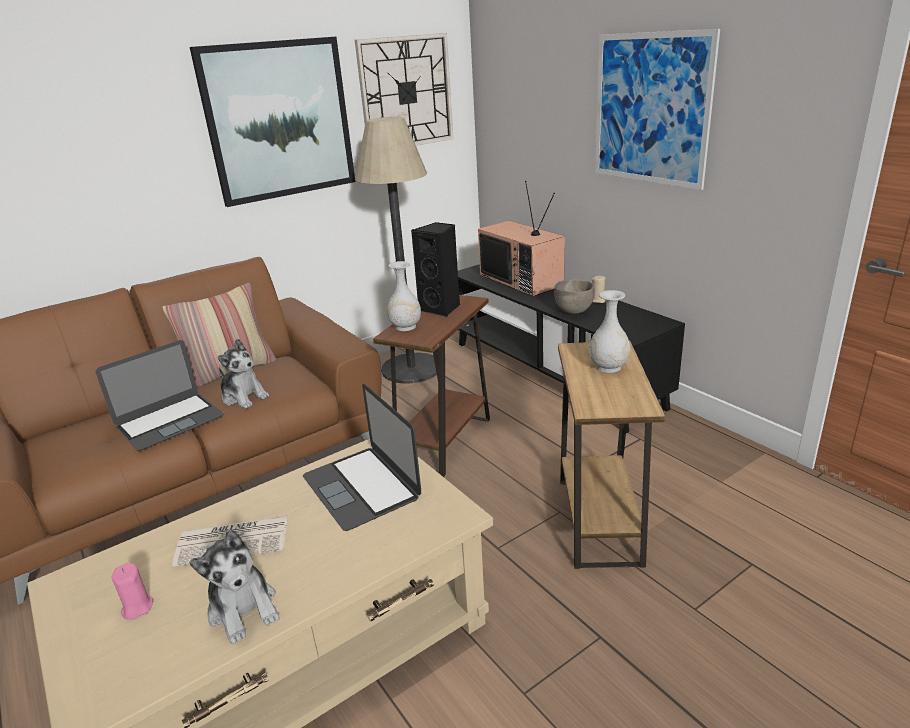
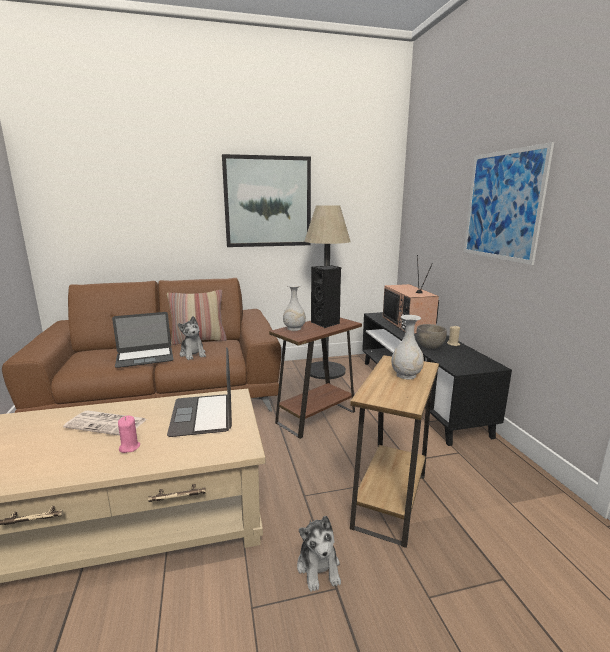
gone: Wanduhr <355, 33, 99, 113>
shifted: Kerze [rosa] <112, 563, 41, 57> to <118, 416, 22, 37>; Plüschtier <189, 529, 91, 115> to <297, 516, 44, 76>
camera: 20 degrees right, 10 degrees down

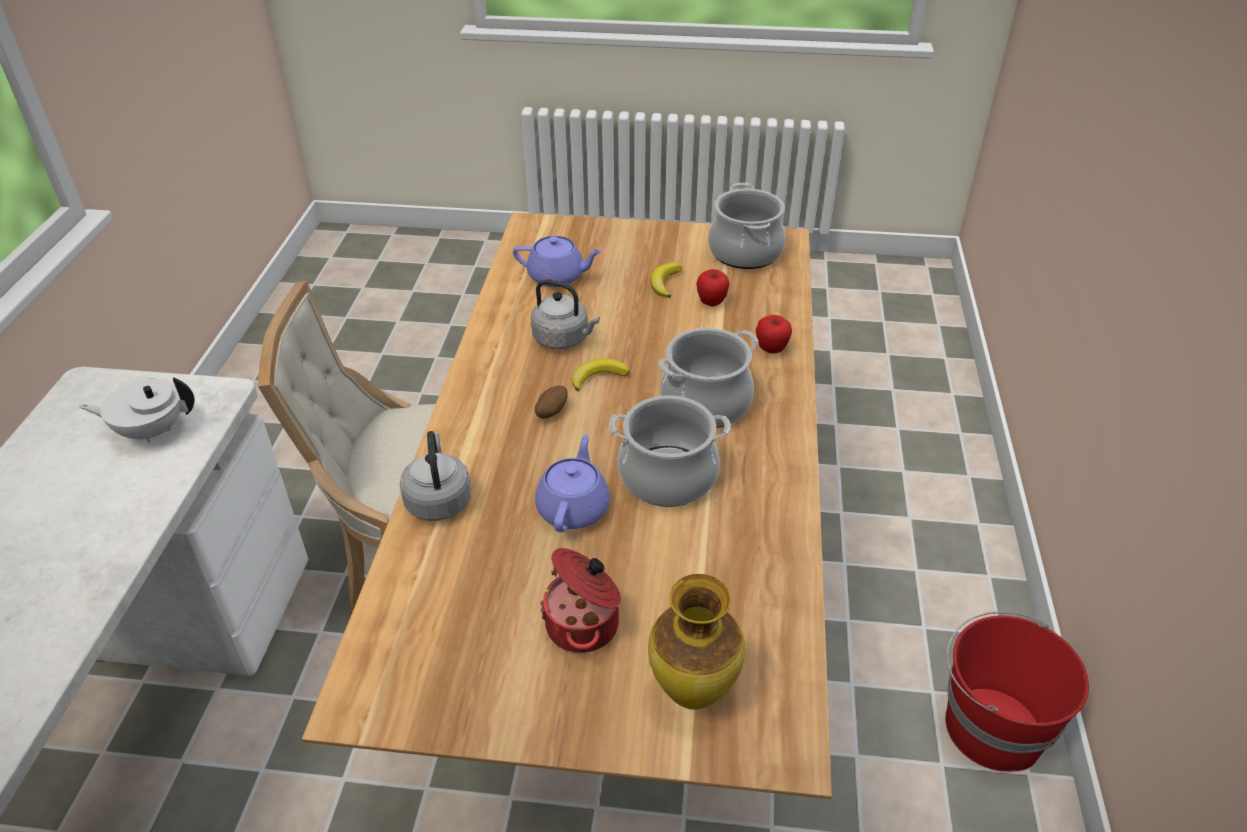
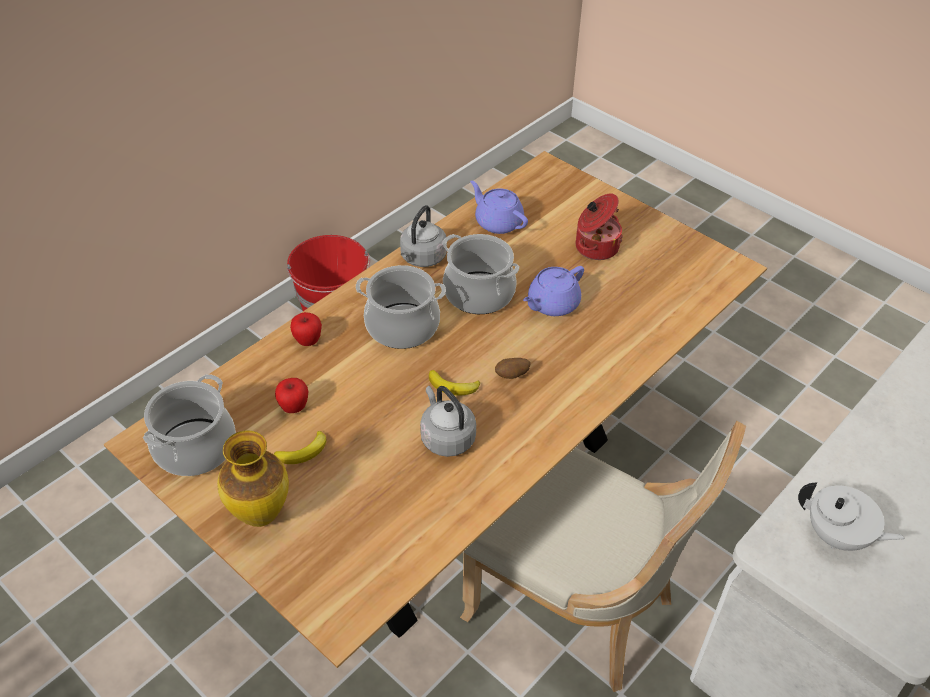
shifted: Wasserkessel [grau] <400, 431, 71, 90> to <400, 205, 47, 62>; Teekanne [lila] <513, 236, 89, 51> to <470, 181, 58, 53>; Vase <648, 574, 97, 136> to <217, 431, 72, 96>
camera: 145 degrees left, 5 degrees up

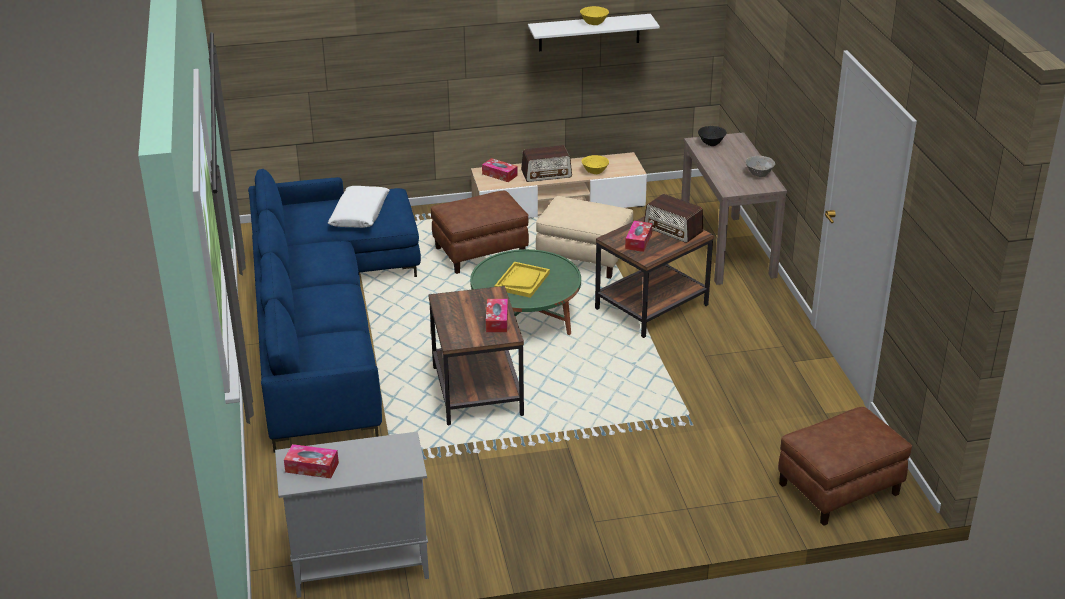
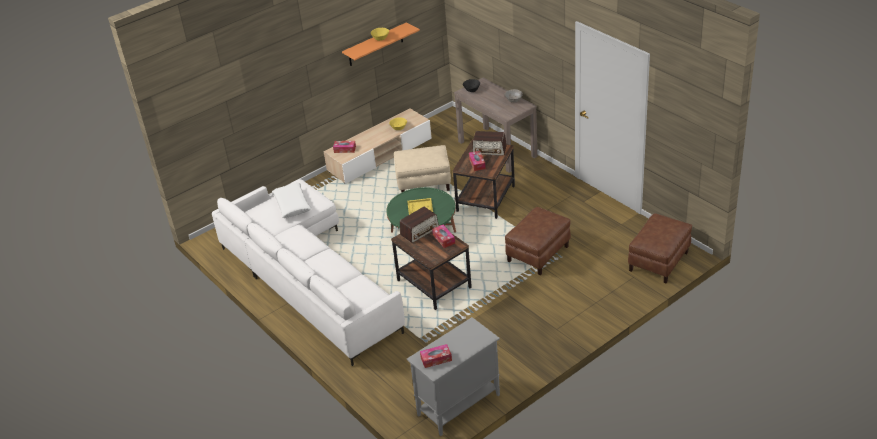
shifted: Polsterhocker [braun] <431, 191, 98, 83> to <505, 207, 66, 68>; Radio <521, 145, 51, 37> to <400, 207, 39, 36>
repainted: Sofa [blau] <248, 169, 173, 284> to Sofa [weiß] <212, 179, 193, 187>; Wandregal [weiß] <528, 14, 132, 37> to Wandregal [orange] <342, 22, 78, 44>
camera: 25 degrees left, 5 degrees up

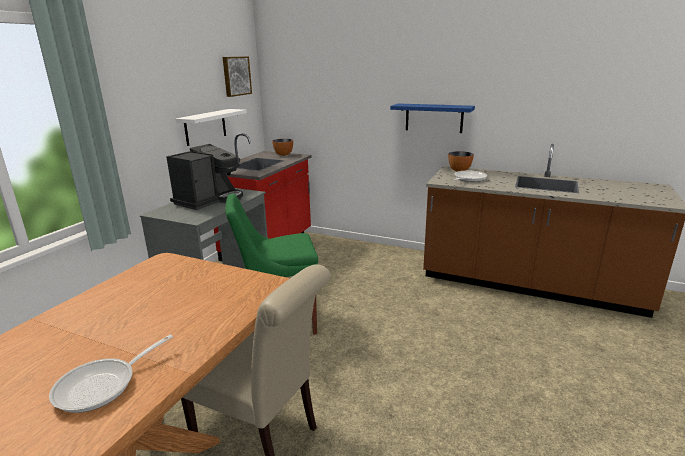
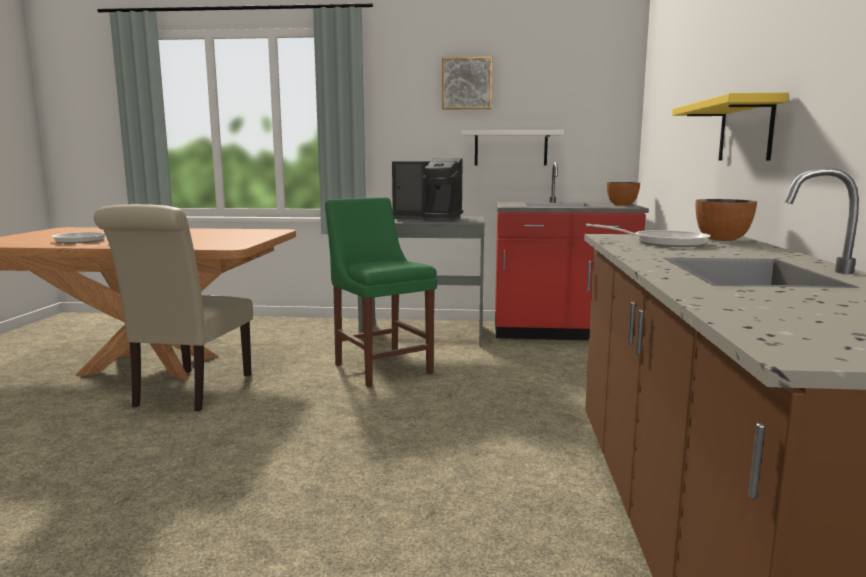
shifted: Bild <223, 56, 29, 41> to <442, 57, 50, 53>
repainted: Wandregal [blau] <390, 103, 85, 30> to Wandregal [gelb] <672, 93, 117, 68>
camera: 70 degrees right, 10 degrees down

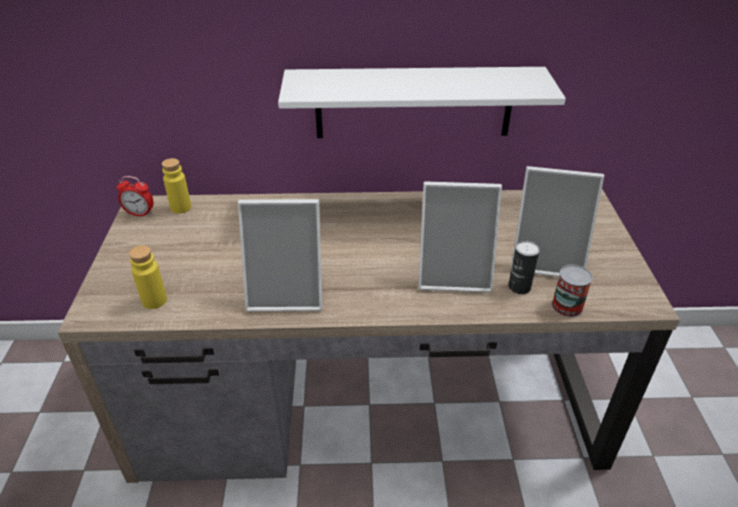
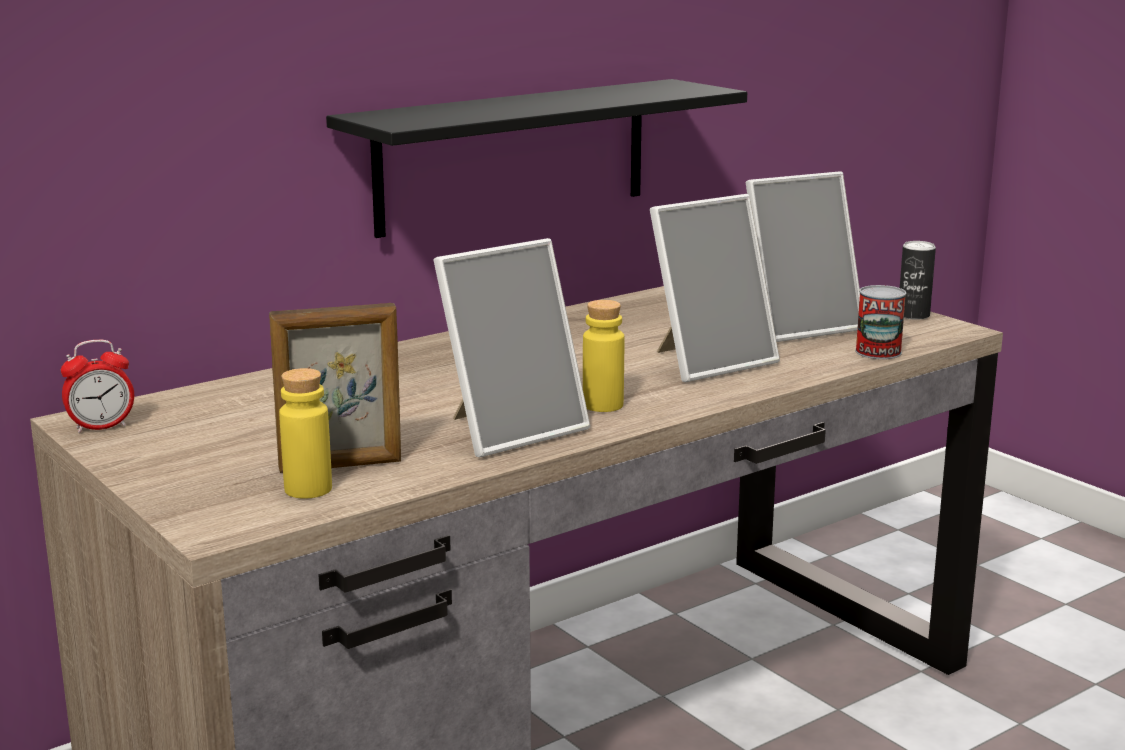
new: Bilderrahmen <269, 303, 132, 170>
shifted: Flasche [gelb] <162, 158, 29, 56> to <583, 300, 41, 112>; Dose <508, 241, 32, 53> to <900, 241, 36, 79>
repainted: Wandregal [weiß] <278, 67, 288, 71> to Wandregal [schwarz] <326, 79, 421, 159>
camera: 35 degrees left, 20 degrees down

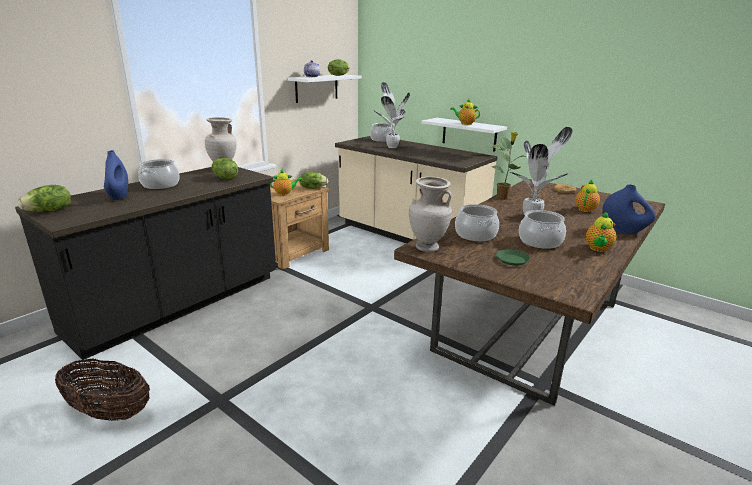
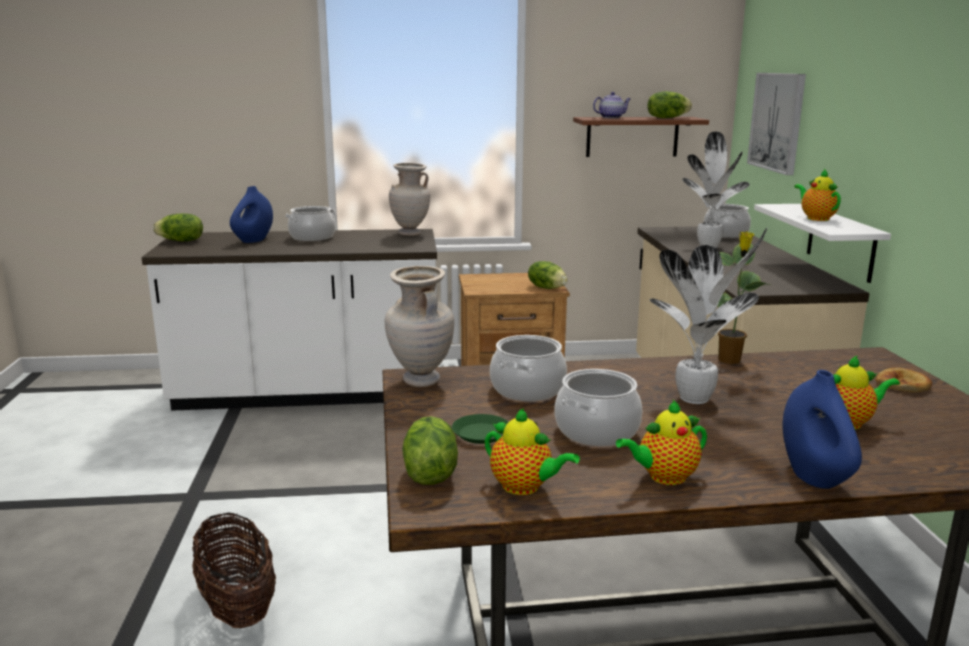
new: Bild <747, 73, 59, 102>
shifted: Korb <55, 359, 95, 62> to <192, 513, 84, 115>; Salatkopf <211, 158, 27, 21> to <402, 416, 56, 69>; Teekanne <270, 169, 32, 27> to <485, 408, 95, 87>
repainted: Küchenzeile [schwarz] <15, 167, 261, 193> to Küchenzeile [weiß] <142, 229, 295, 182>; Wandregal [weiß] <288, 74, 74, 29> to Wandregal [braun] <573, 117, 136, 40>
camera: 45 degrees right, 5 degrees down

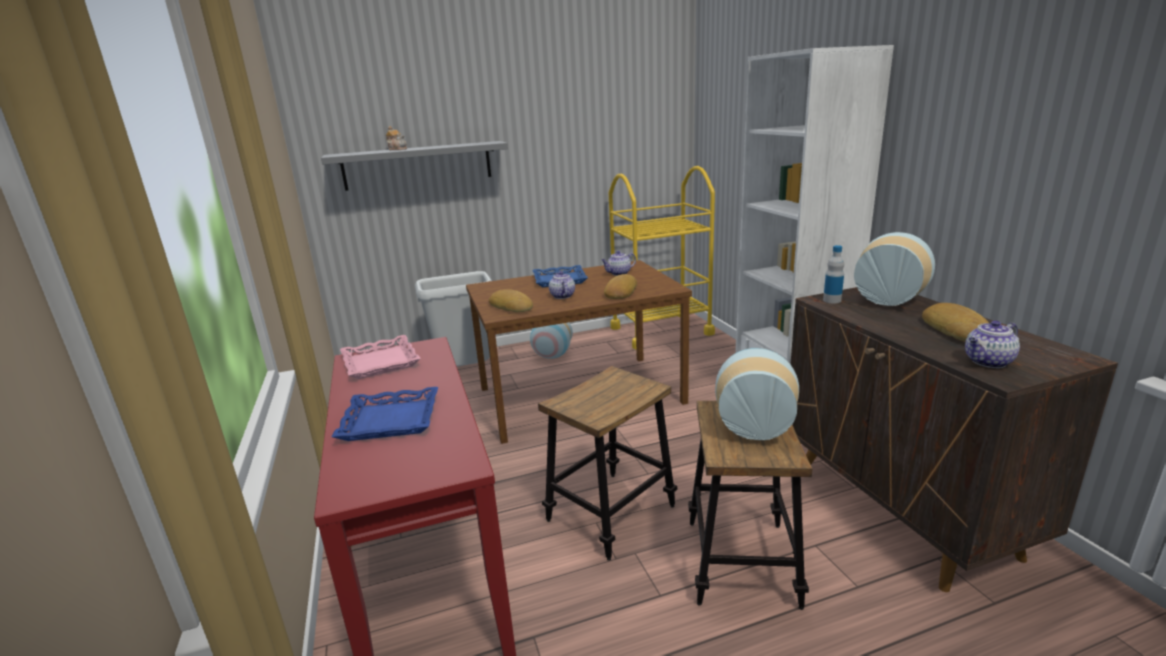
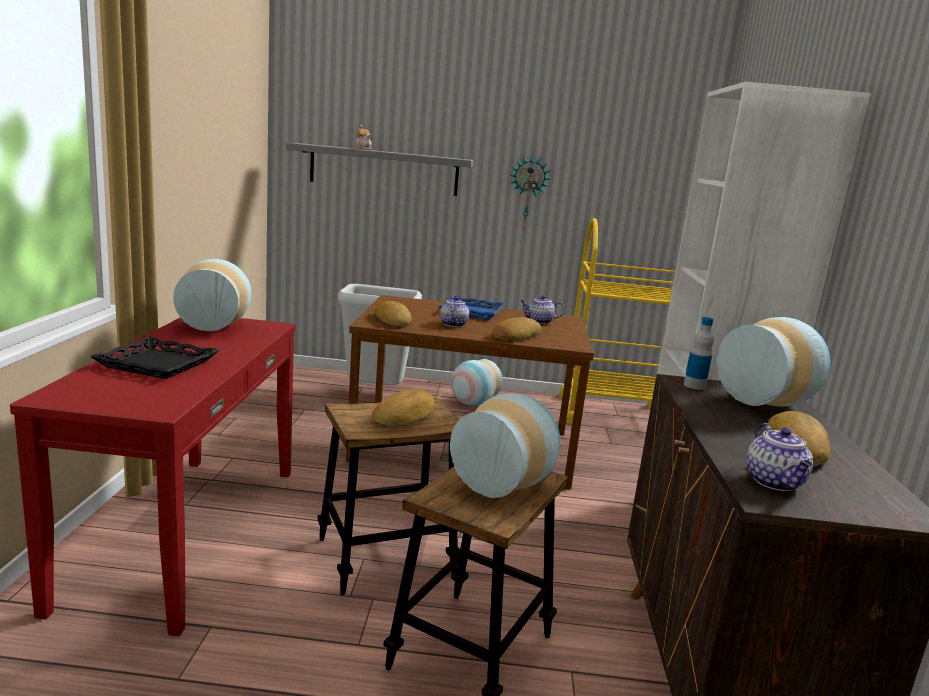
new: Brot <372, 389, 62, 37>; Wanduhr <510, 156, 41, 74>
swapped: Tablett [rosa] <340, 335, 81, 44> to Vase <173, 259, 78, 72>
repainted: Tablett [blau] <331, 387, 107, 54> to Tablett [schwarz] <90, 336, 130, 43>
rotated: Teekanne <965, 321, 55, 47> = <747, 423, 66, 68> 90 degrees counterclockwise
camera: 20 degrees right, 5 degrees down

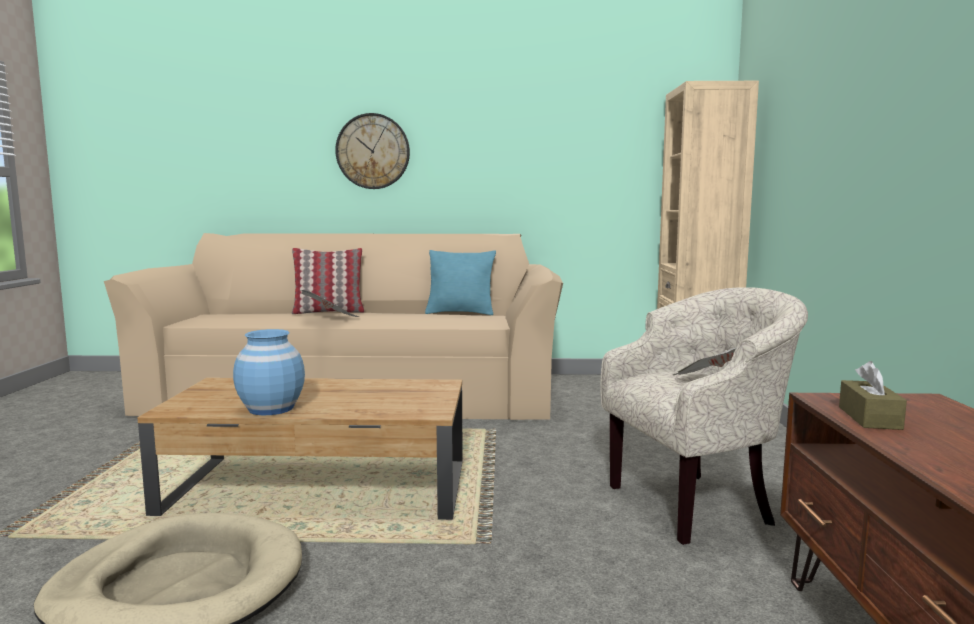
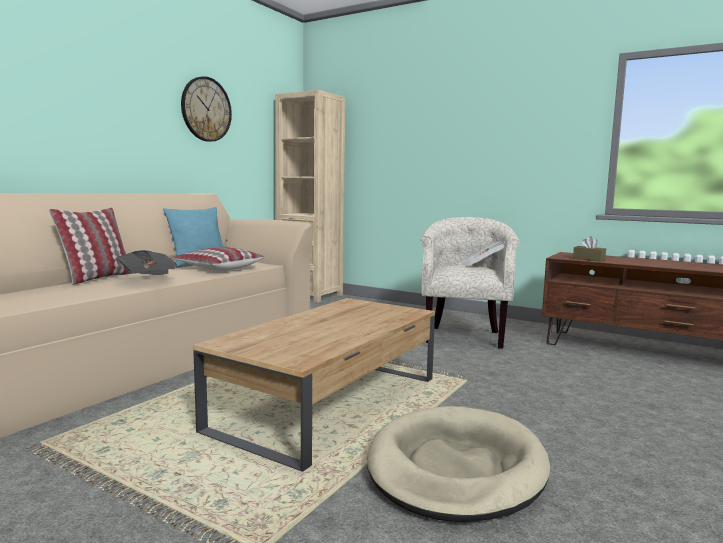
gone: Vase [blau] <233, 329, 72, 86>
new: Kissen <170, 247, 94, 24>
shifted: Wanduhr <335, 113, 75, 76> to <181, 76, 51, 66>
camera: 60 degrees left, 0 degrees up

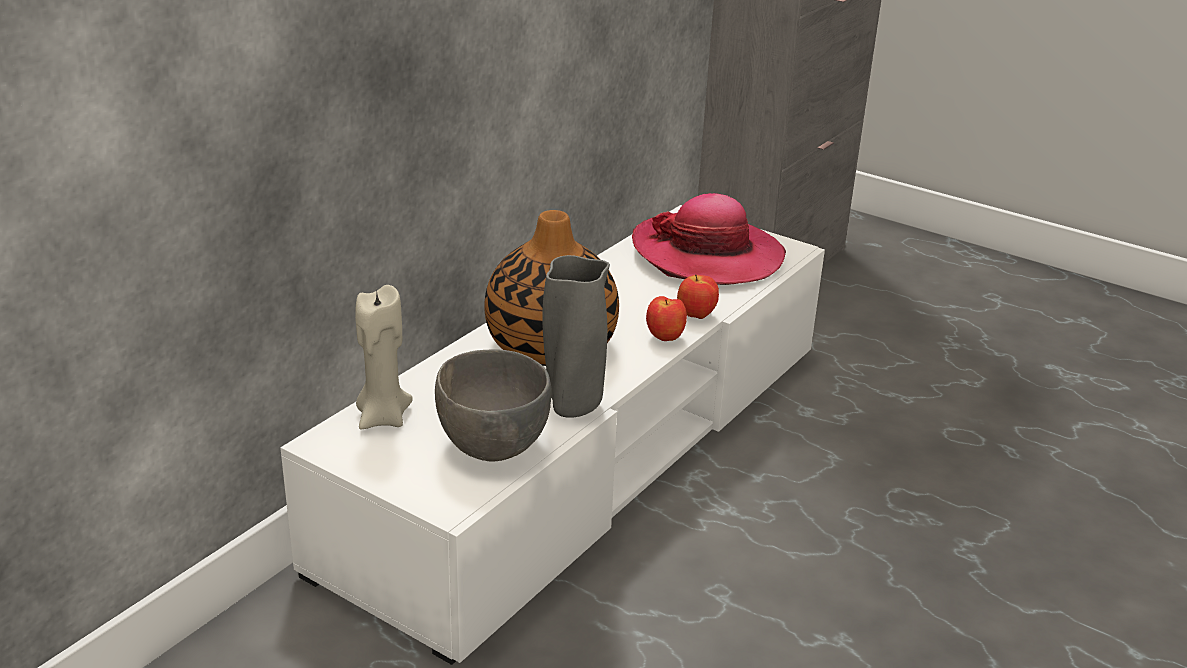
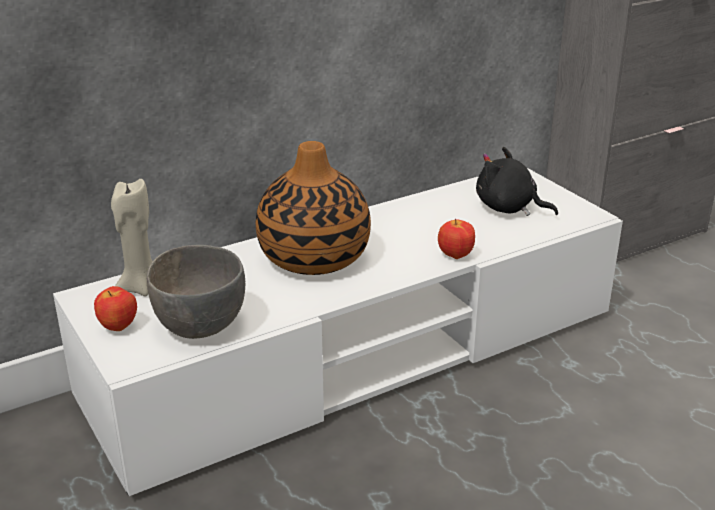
gone: Vase [grau] <542, 255, 68, 163>
shifted: Apfel <646, 296, 41, 45> to <94, 286, 43, 45>
swapped: Hut <632, 193, 154, 92> to Plüschtier [schwarz] <476, 147, 82, 69>
camera: 25 degrees right, 0 degrees up

